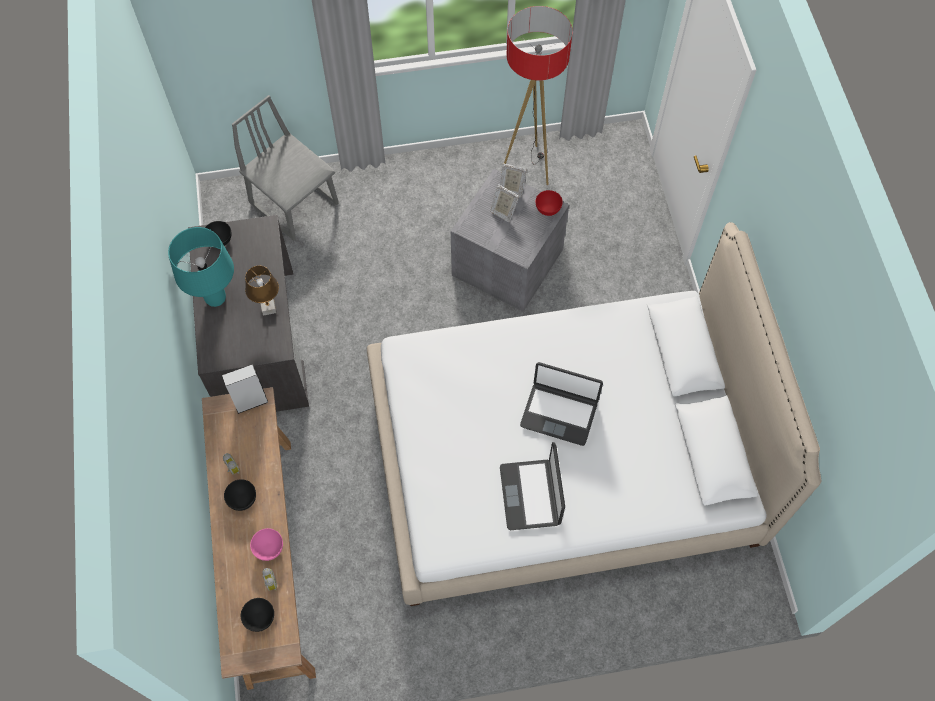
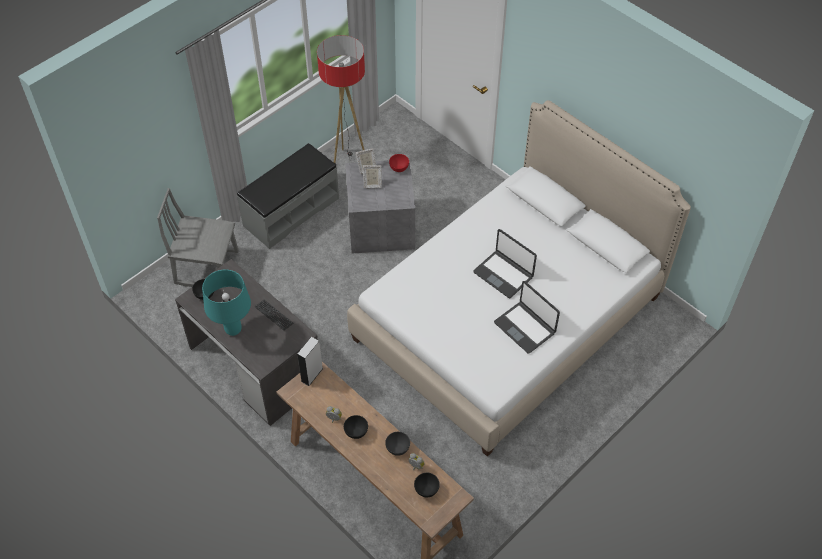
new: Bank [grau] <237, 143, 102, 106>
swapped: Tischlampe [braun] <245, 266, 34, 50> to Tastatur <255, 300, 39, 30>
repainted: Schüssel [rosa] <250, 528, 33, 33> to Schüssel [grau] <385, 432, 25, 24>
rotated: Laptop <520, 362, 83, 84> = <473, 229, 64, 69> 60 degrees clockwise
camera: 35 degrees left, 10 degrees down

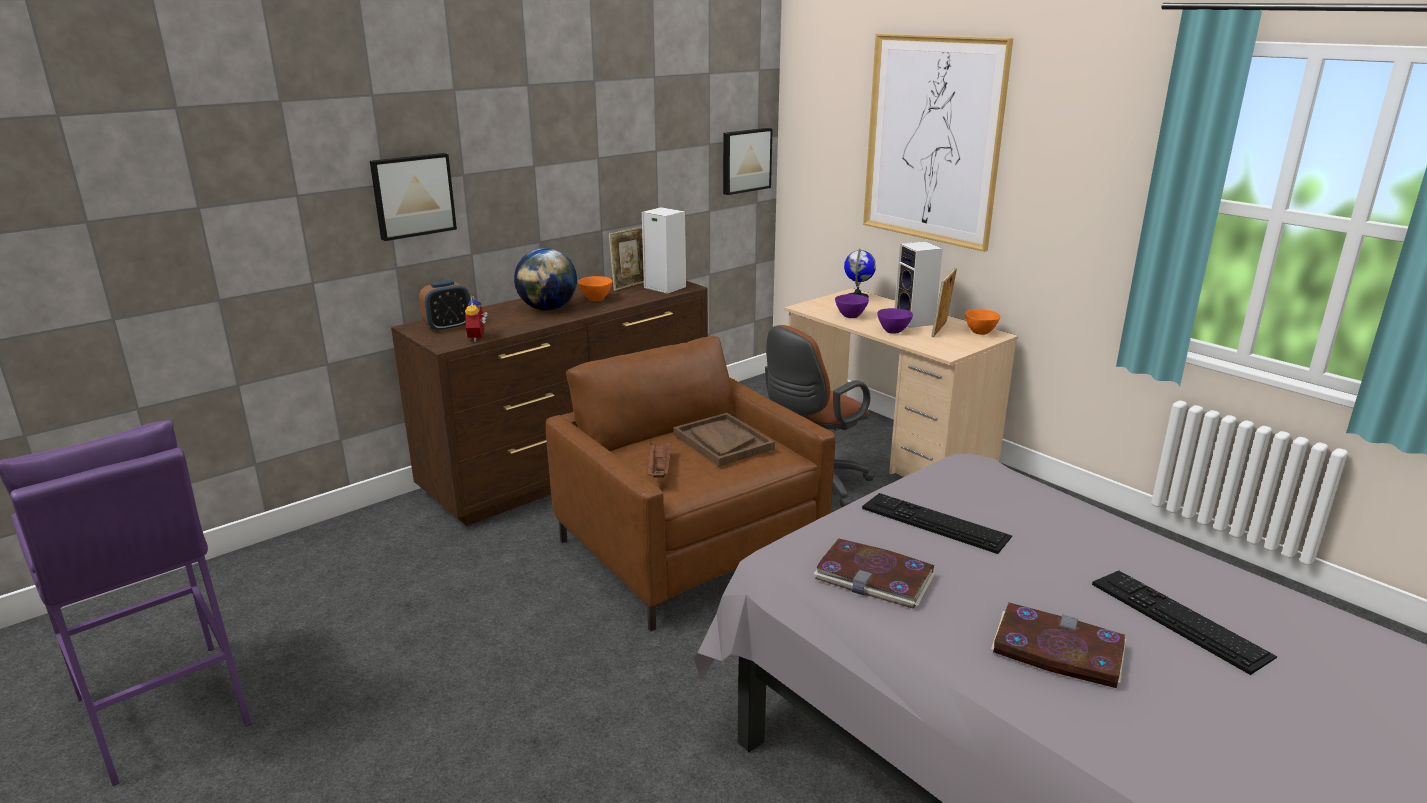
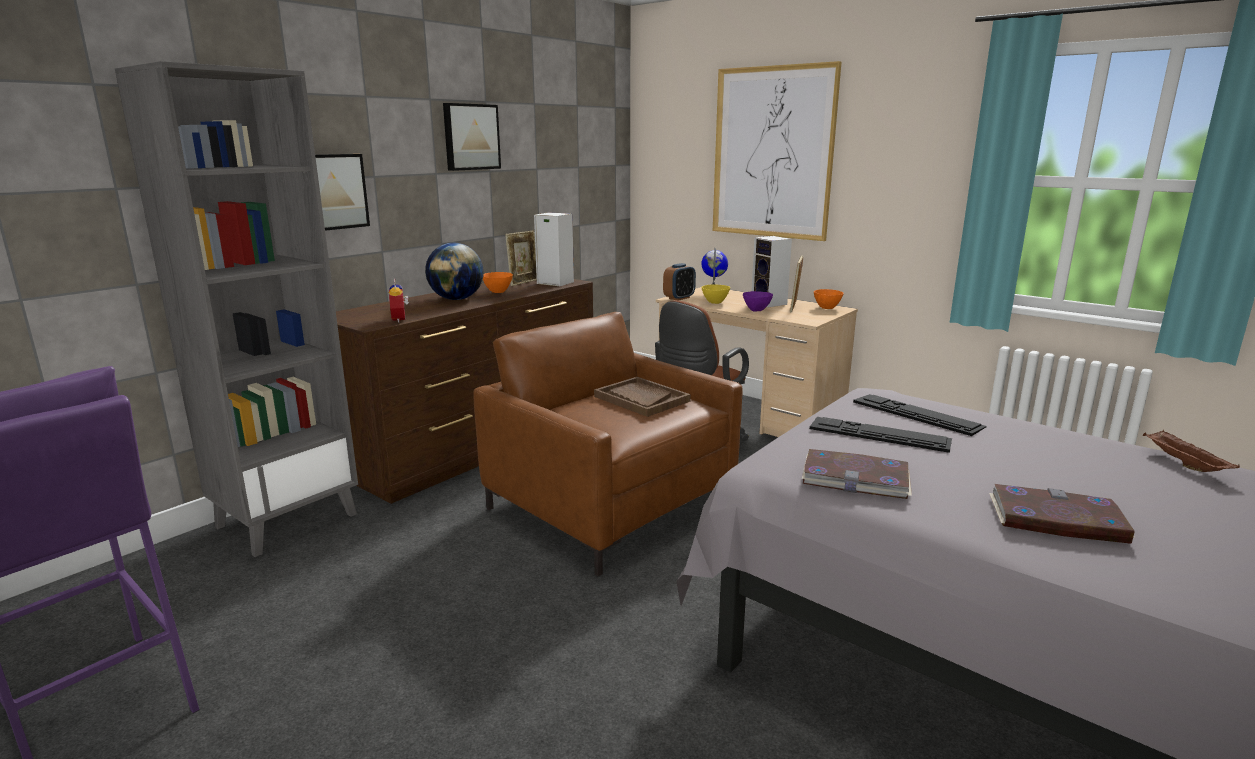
new: Bücherregal [grau] <115, 61, 243, 496>
shifted: Wecker <419, 280, 51, 52> to <663, 263, 33, 37>; Tablett [braun] <647, 442, 25, 36> to <1143, 430, 97, 42>; Bild <723, 128, 50, 67> to <443, 103, 58, 68>; Tastatur <1092, 571, 185, 104> to <853, 394, 134, 42>
repainted: Schüssel [lila] <835, 294, 34, 24> to Schüssel [gelb] <702, 285, 28, 19>
camera: 10 degrees left, 5 degrees down

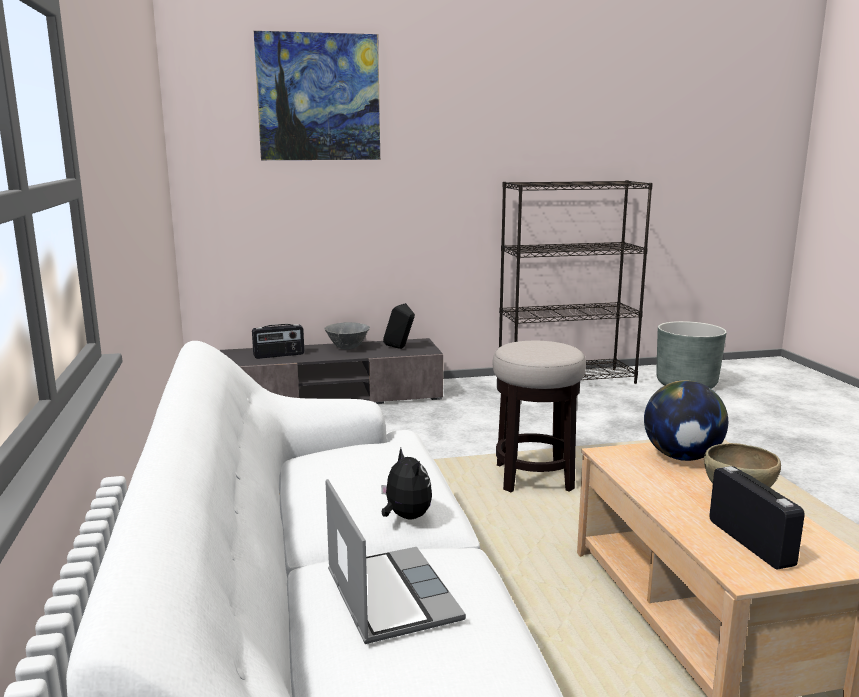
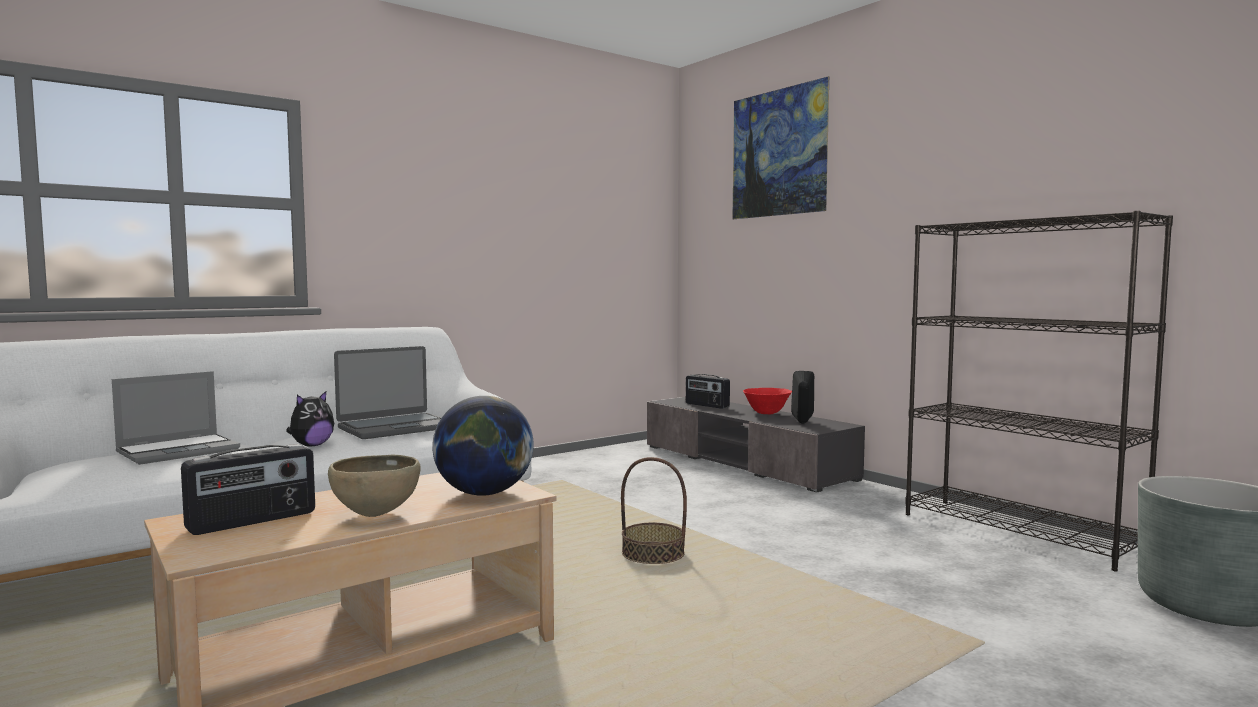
new: Laptop <334, 346, 108, 93>
swapped: Hocker <493, 341, 93, 151> to Korb <621, 457, 66, 107>
repainted: Schüssel [grau] <324, 322, 46, 28> to Schüssel [rot] <743, 388, 49, 26>
camera: 65 degrees right, 10 degrees down

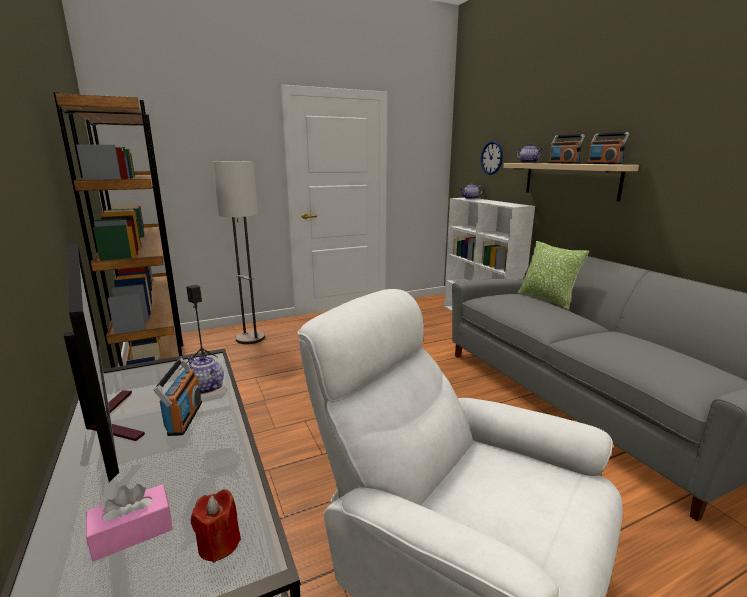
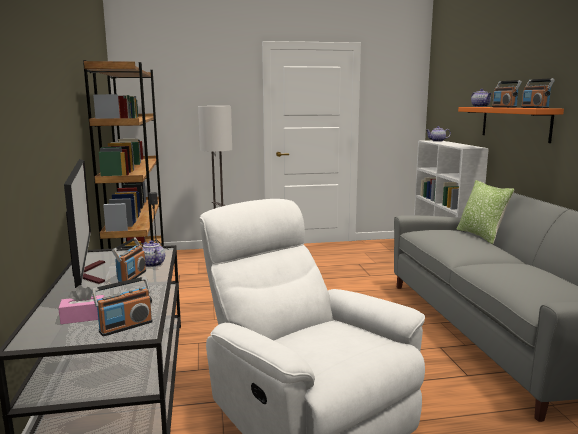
gone: Wanduhr <481, 141, 22, 34>
swapped: Kerze [rot] <191, 489, 50, 74> to Radio <92, 277, 61, 59>
repainted: Wandregal [beige] <503, 163, 136, 39> to Wandregal [orange] <458, 107, 106, 36>
camera: 15 degrees right, 5 degrees down

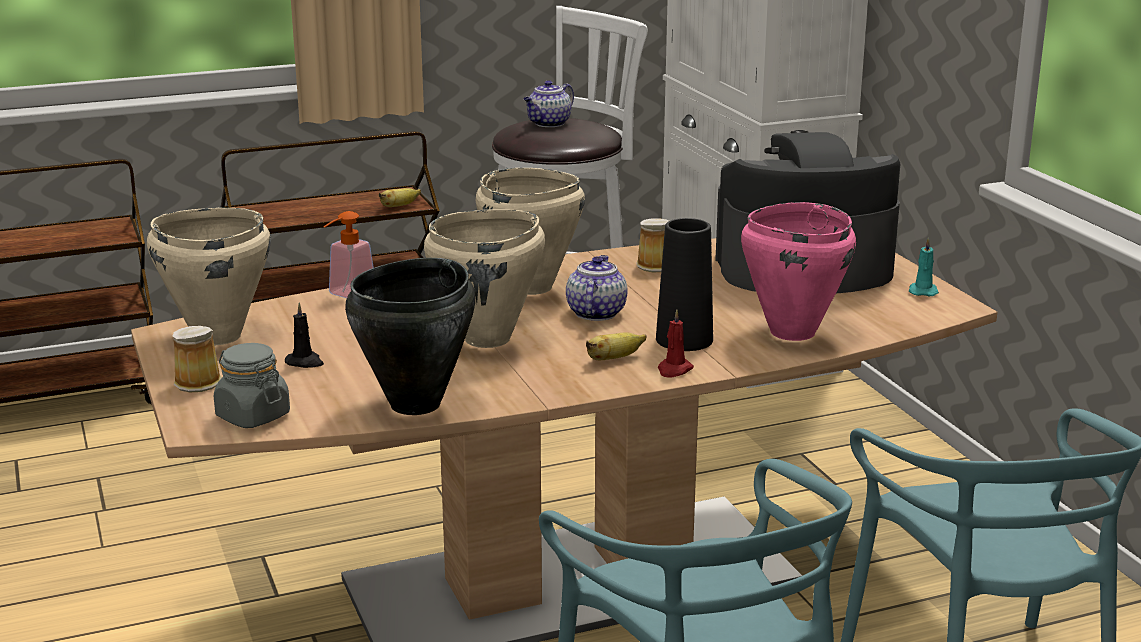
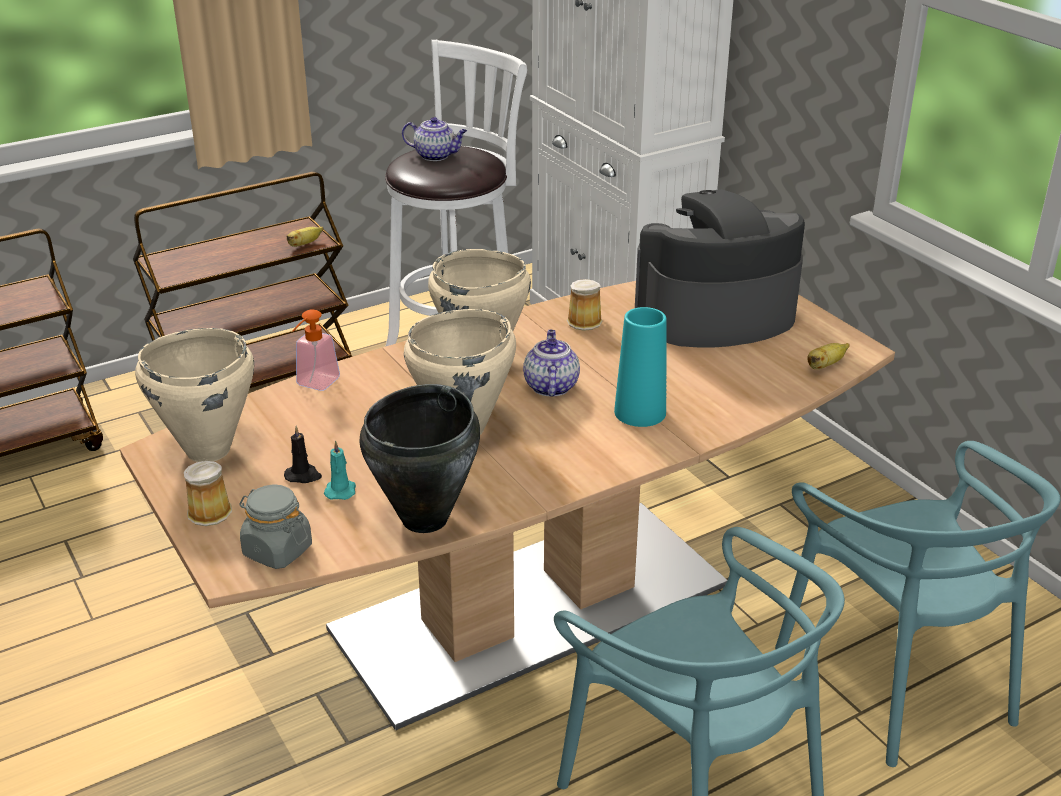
gone: Kerze [rot] <658, 310, 36, 68>; Kochtopf [rosa] <741, 202, 115, 139>
shifted: Banane <586, 333, 60, 27> to <807, 343, 43, 26>; Kerze [türkis] <909, 237, 30, 60> to <324, 441, 32, 59>
repainted: Vase [schwarz] <656, 218, 57, 133> to Vase [türkis] <614, 307, 53, 120>
rotated: Teekanne <523, 80, 51, 47> = <402, 117, 65, 44> 105 degrees counterclockwise
camera: 10 degrees left, 10 degrees up

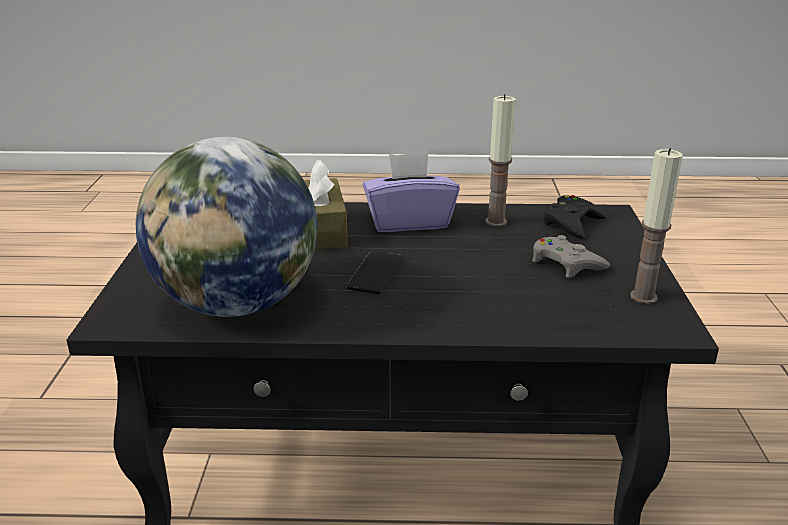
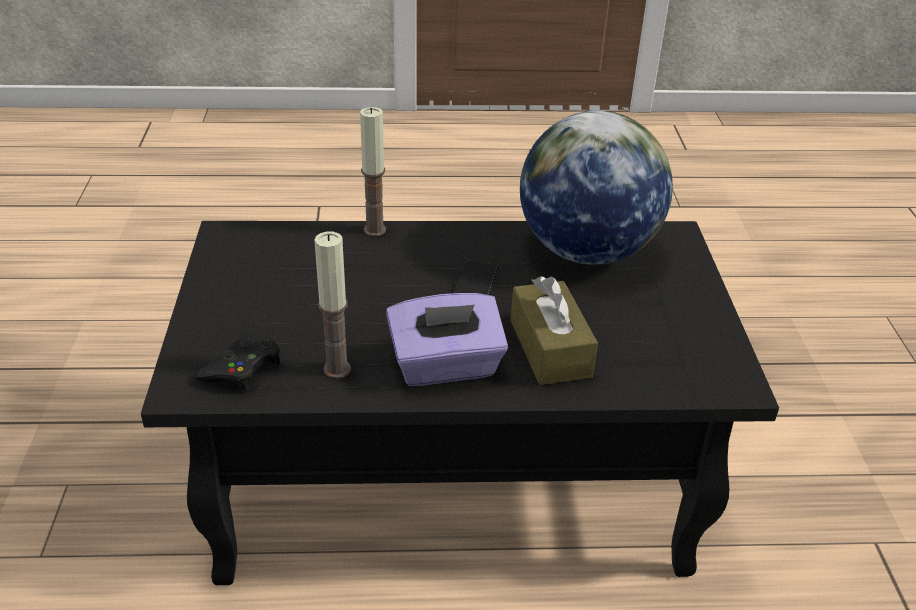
gone: Gamepad [grau] <532, 235, 78, 43>
shifted: Kerze <630, 148, 53, 156> to <360, 107, 26, 129>
camera: 175 degrees right, 10 degrees up

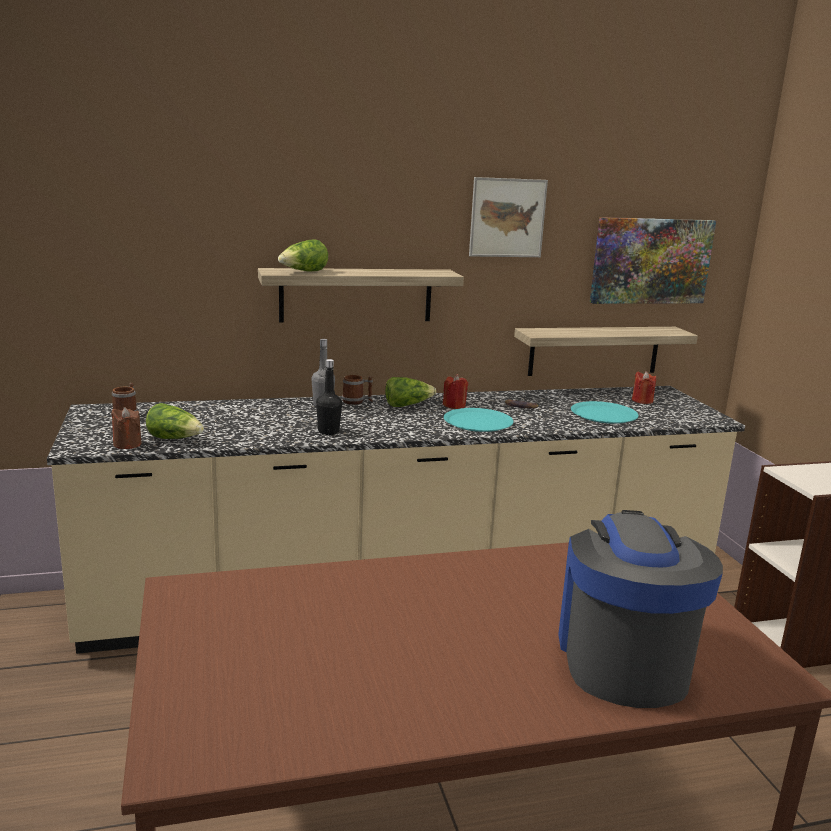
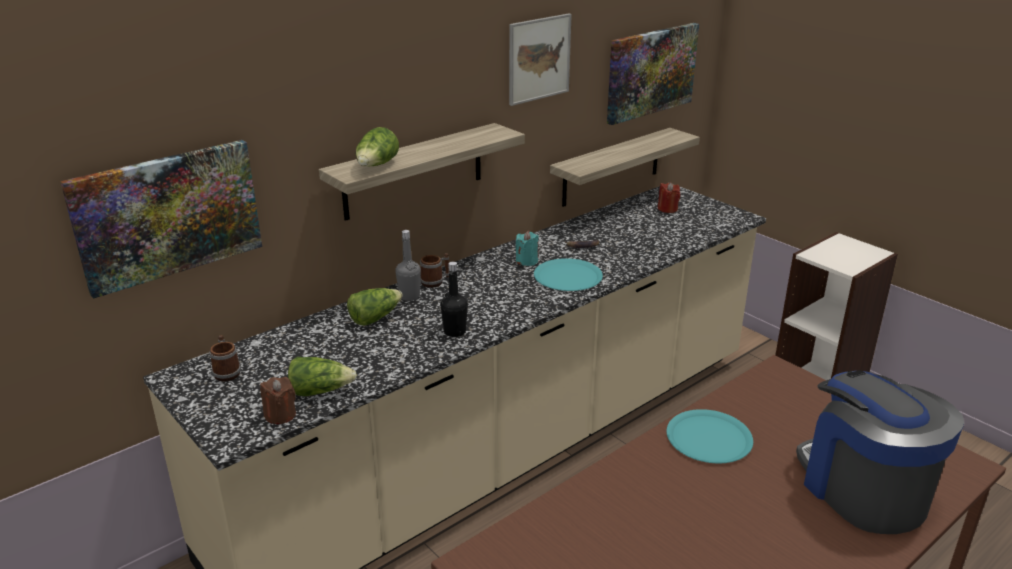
new: Bild <60, 140, 202, 159>
shifted: Salatkopf <385, 377, 51, 30> to <347, 288, 56, 37>; Teller [türkis] <571, 401, 67, 23> to <666, 409, 87, 54>
repainted: Kerze [rot] <443, 374, 25, 35> to Kerze [türkis] <516, 231, 23, 35>
camera: 25 degrees left, 10 degrees up

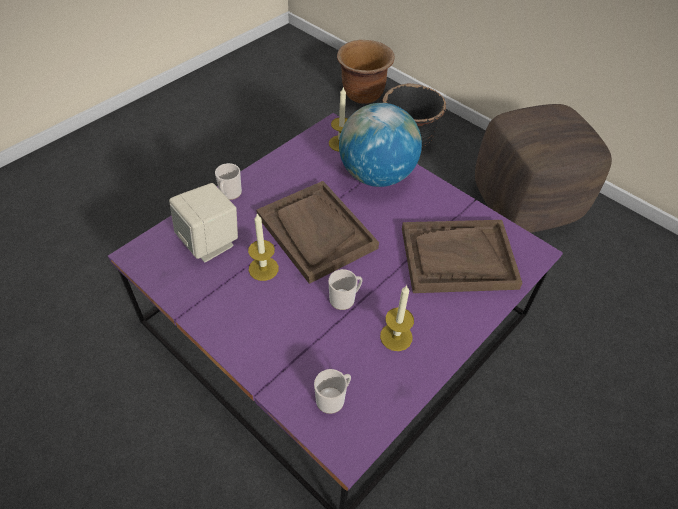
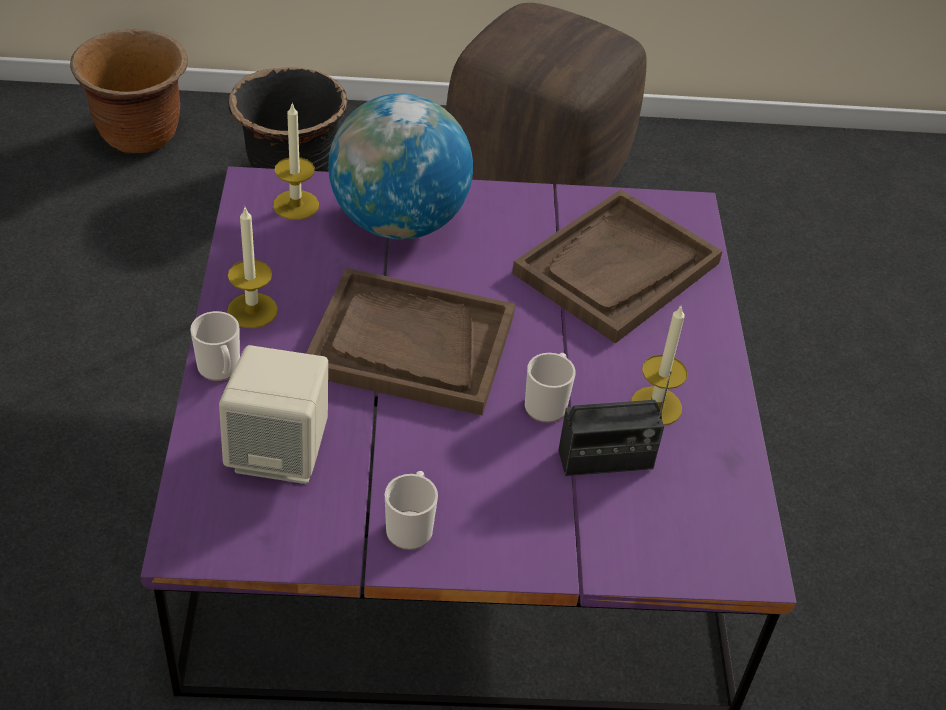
new: Radio <558, 371, 113, 105>
shifted: Kerze <248, 214, 31, 67> to <227, 208, 51, 120>; Henkelbecher <314, 369, 37, 45> to <385, 471, 53, 79>
camera: 45 degrees left, 5 degrees down

